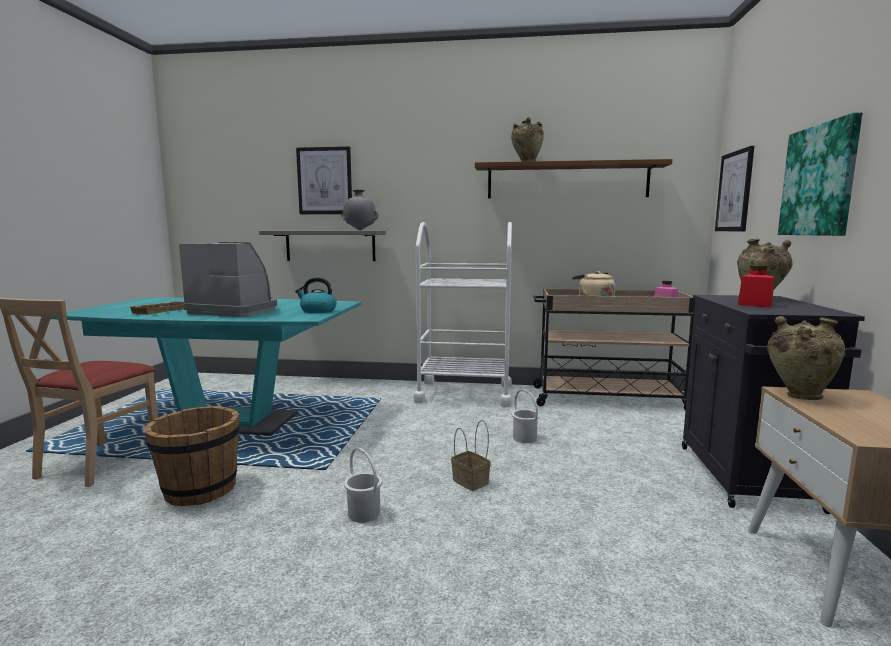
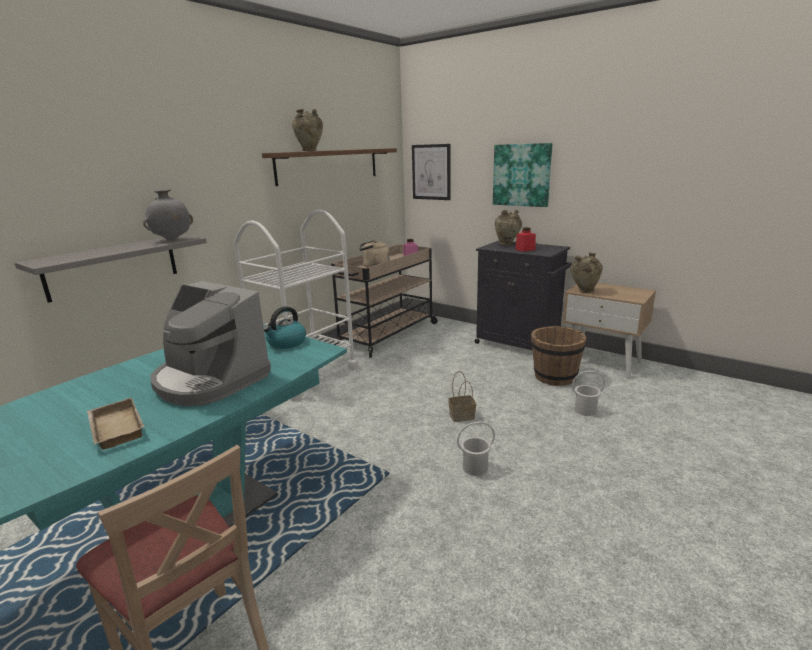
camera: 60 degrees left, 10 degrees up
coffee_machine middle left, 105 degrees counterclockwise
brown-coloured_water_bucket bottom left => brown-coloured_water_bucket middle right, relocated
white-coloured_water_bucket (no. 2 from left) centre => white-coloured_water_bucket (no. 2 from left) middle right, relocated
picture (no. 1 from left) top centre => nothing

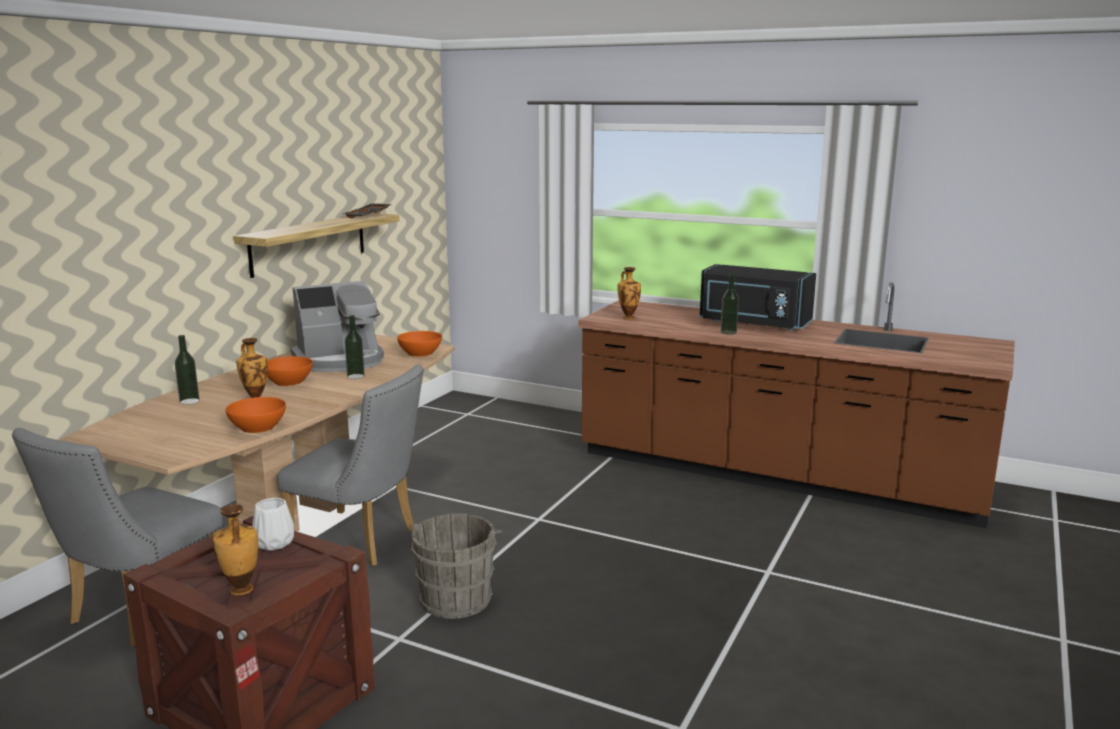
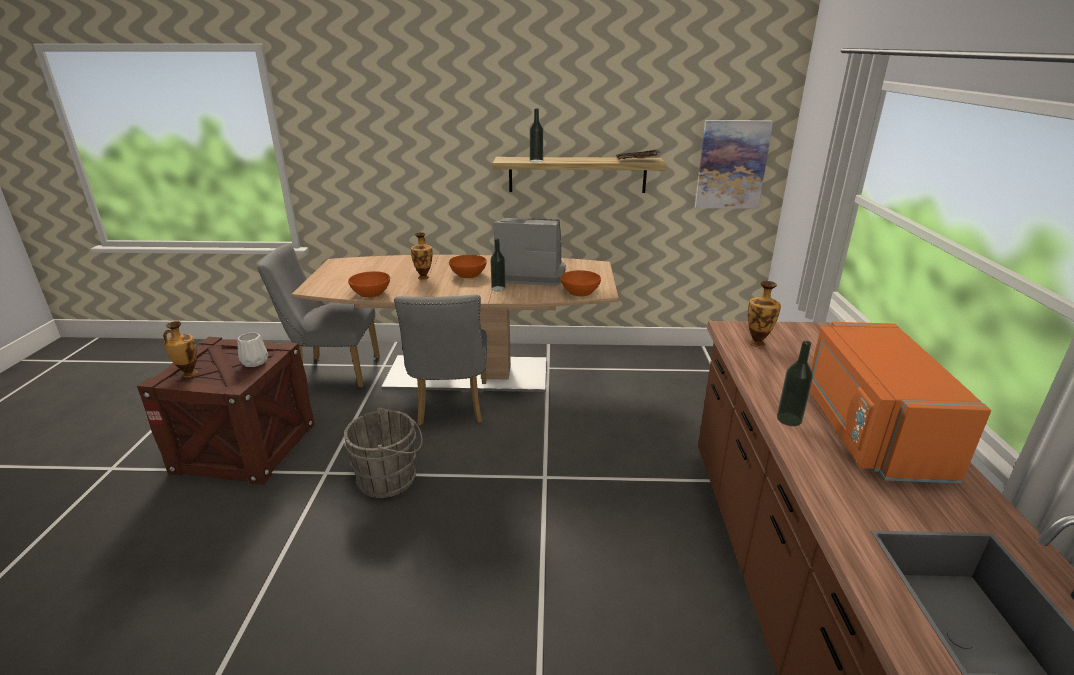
camera: 65 degrees right, 10 degrees up
coffee_machine middle left => coffee_machine centre, 150 degrees clockwise
beverage_bottle (no. 1 from left in the first image) middle left => beverage_bottle (no. 2 from left) top centre, relocated
nothing => picture top right
blackish_microwave_oven middle right => orange_microwave_oven middle right

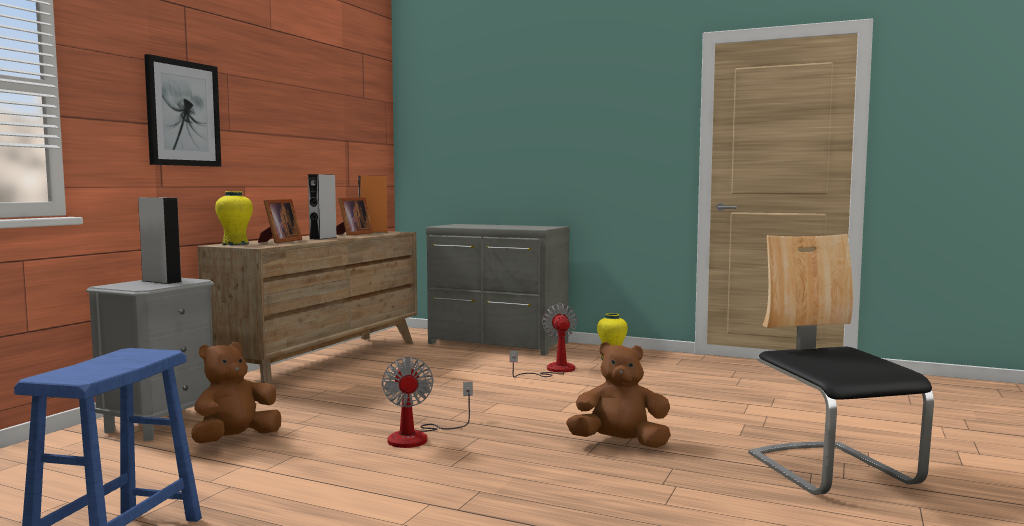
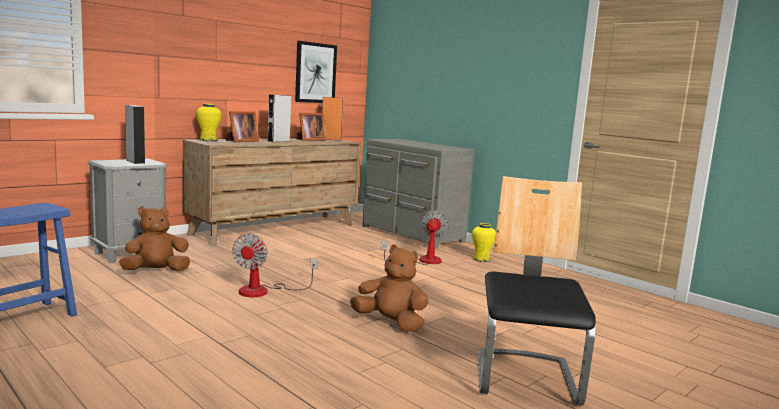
camera: 20 degrees right, 5 degrees up
picture top left => picture top centre, relocated

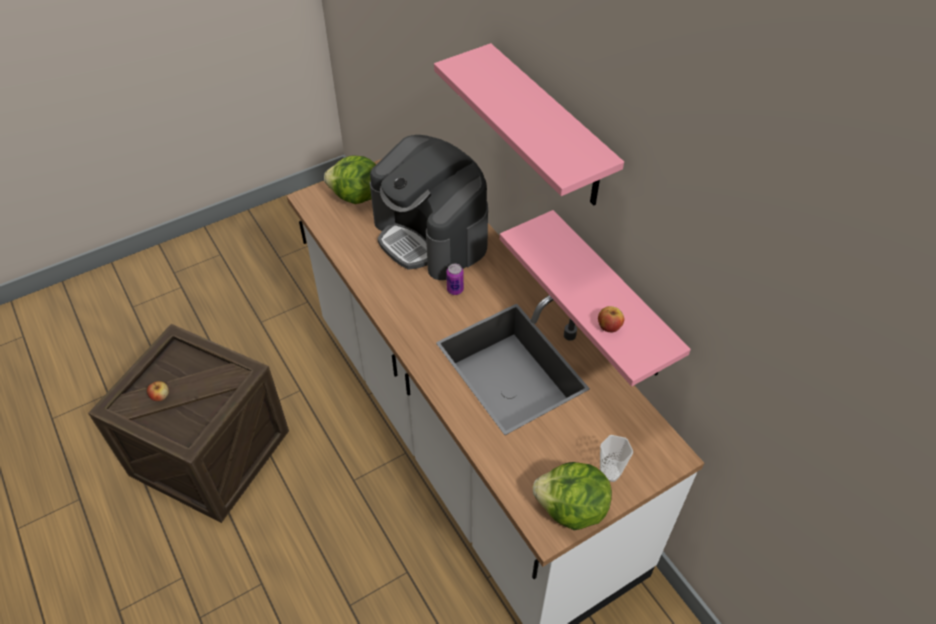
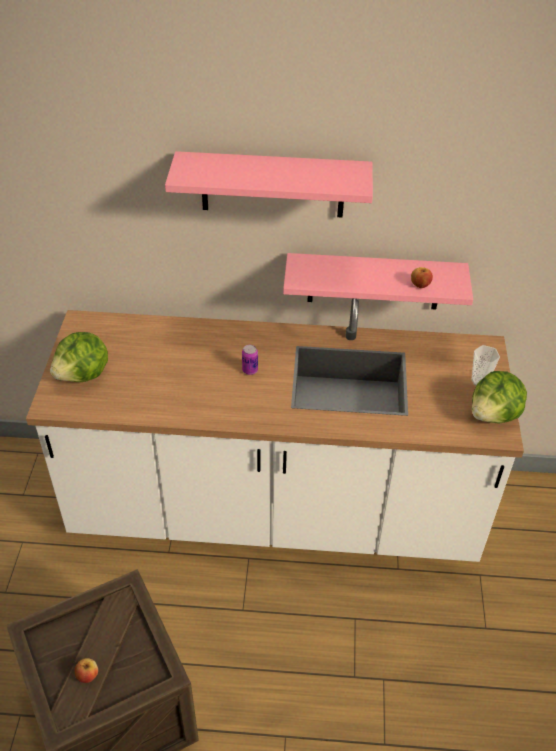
camera: 55 degrees left, 5 degrees down
coffee_machine top centre => nothing

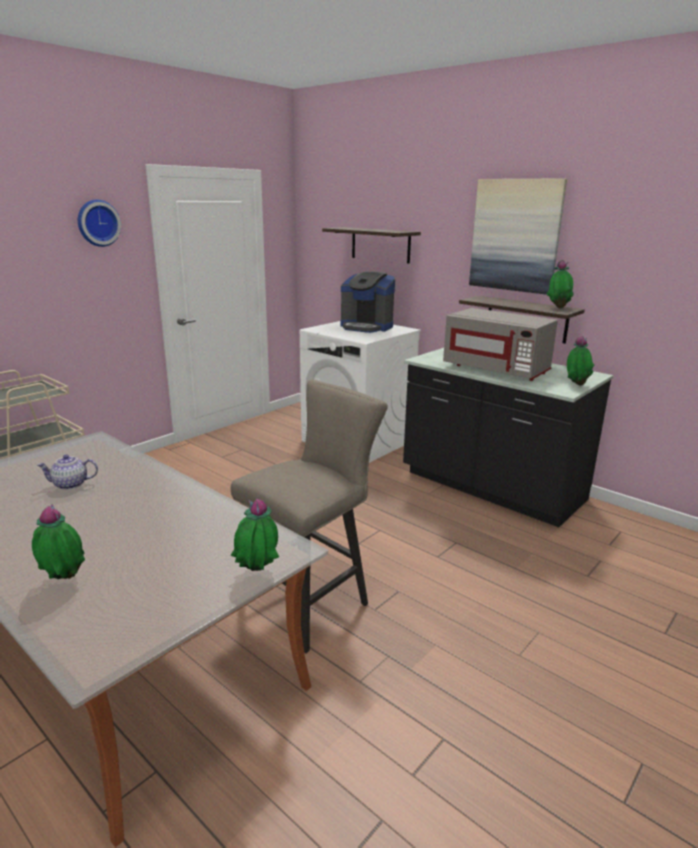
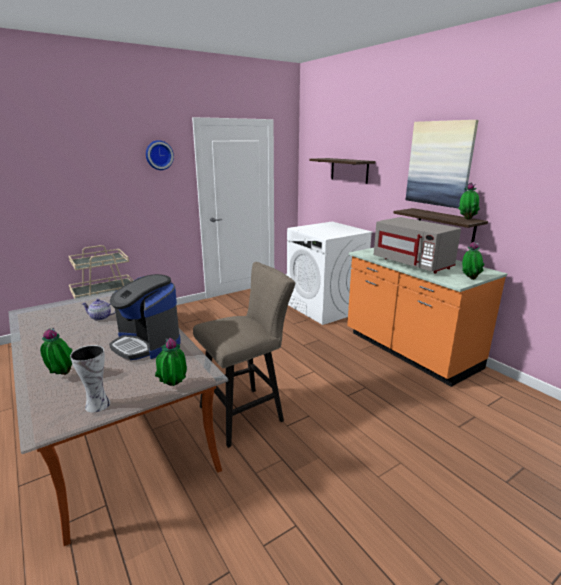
camera: 15 degrees right, 0 degrees up
nothing => flower_vase middle left
coffee_machine centre => coffee_machine middle left, relocated
blackish_kitchen_counter middle right => orange_kitchen_counter middle right

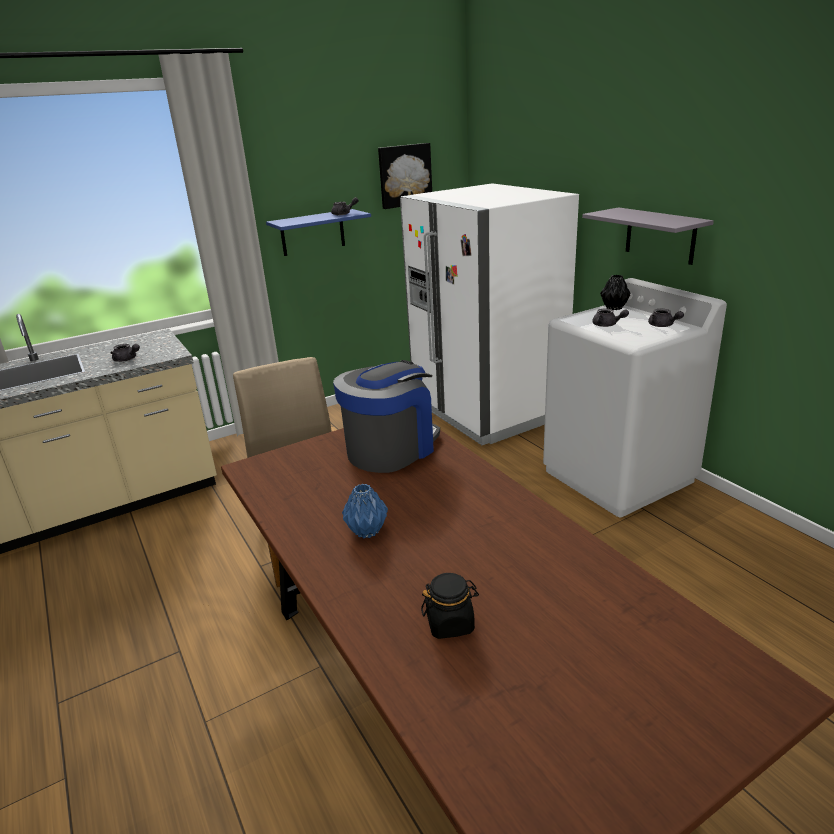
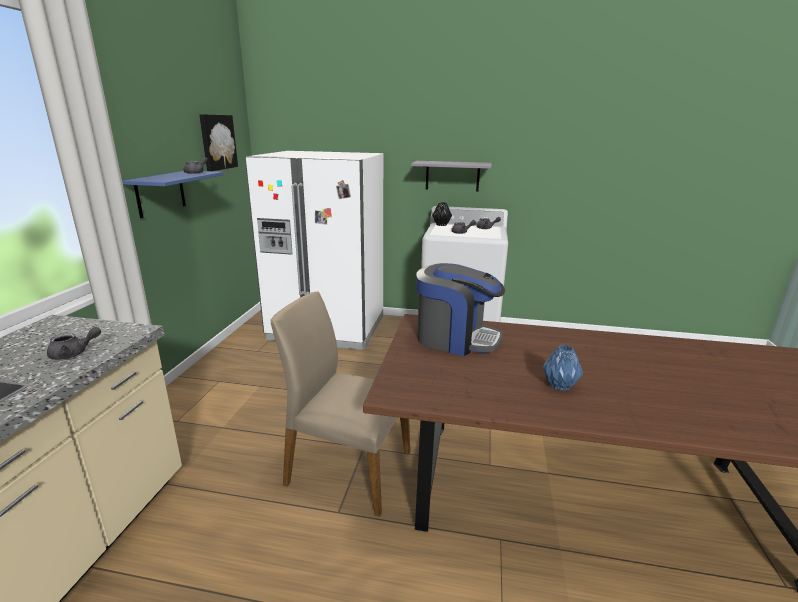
camera: 50 degrees left, 5 degrees down
coffee_machine centre, 120 degrees clockwise
blackish_preserve_jar bottom centre => nothing

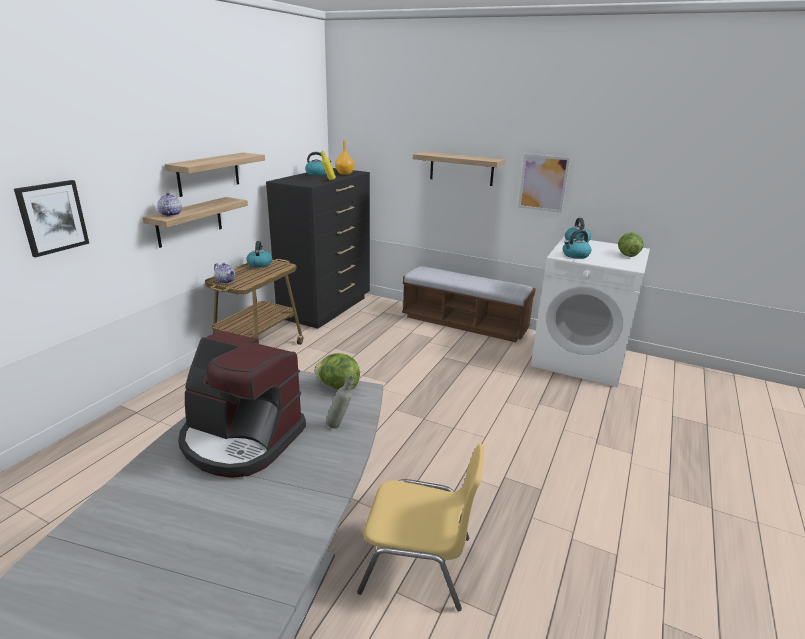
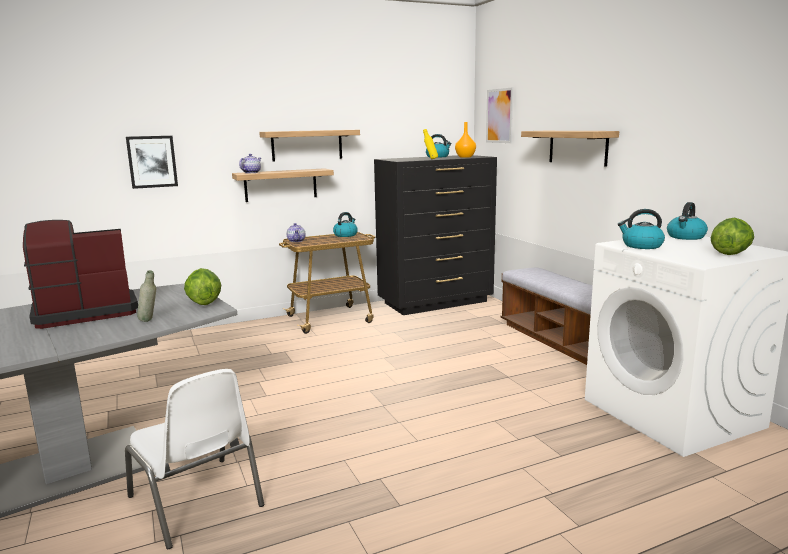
camera: 40 degrees right, 10 degrees down
coffee_machine middle left, 90 degrees clockwise
yellowish_upright_chair bottom centre => white-coloured_upright_chair bottom left
picture (no. 2 from left) top right => picture (no. 2 from left) top centre, relocated

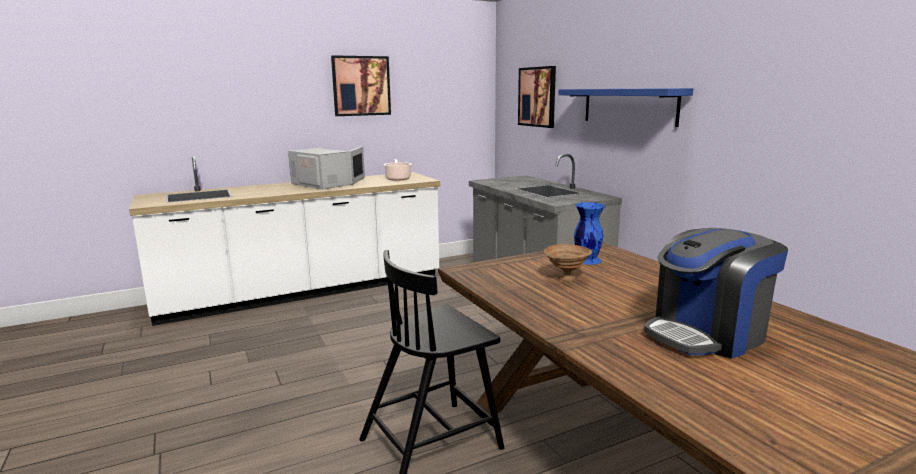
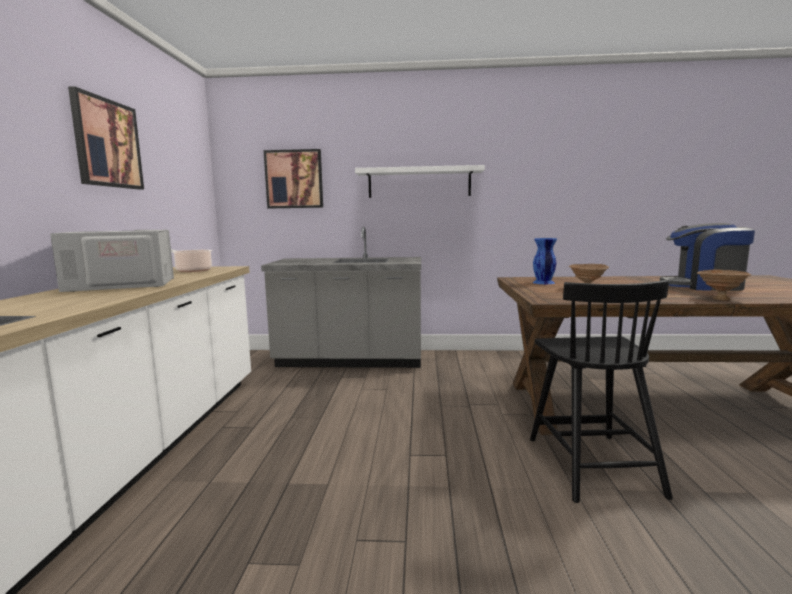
camera: 60 degrees left, 5 degrees down
blue-coloured_shelf top right => white-coloured_shelf top centre
coffee_machine middle right, 105 degrees clockwise
nothing => brown-coloured_bowl (no. 2 from left) middle right

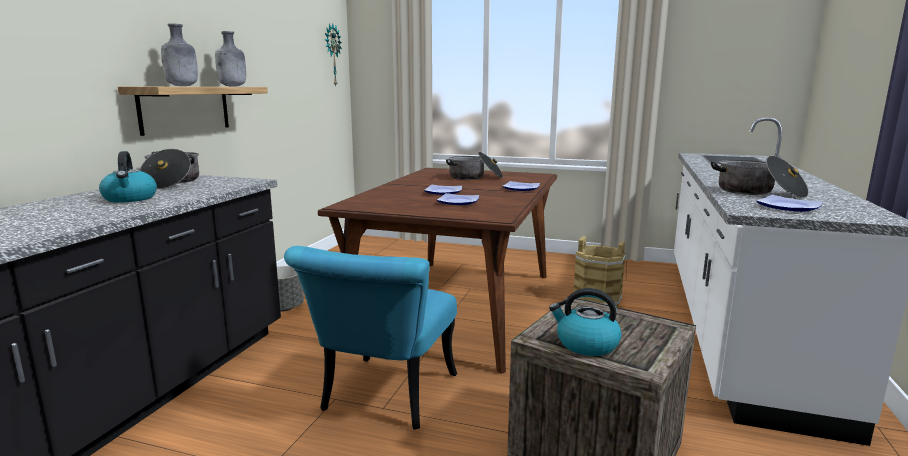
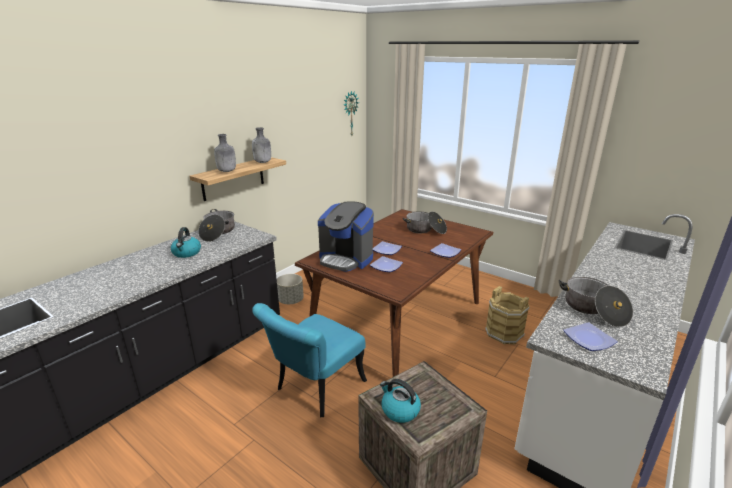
camera: 20 degrees right, 10 degrees up
nothing => coffee_machine centre

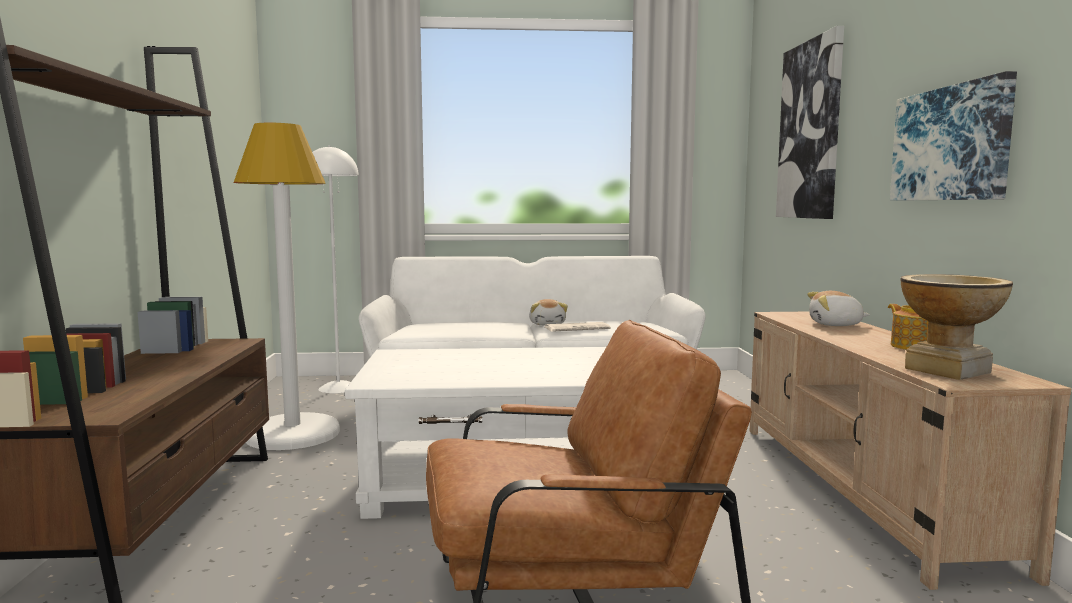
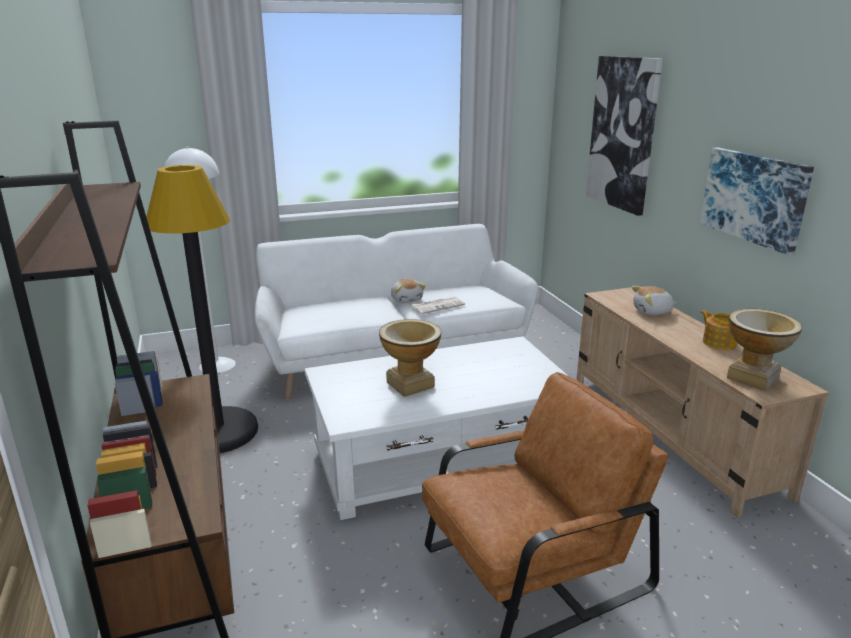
camera: 15 degrees left, 15 degrees up
white-coloured_standing_lamp (no. 1 from left) middle left => blackish_standing_lamp middle left
nothing => flower_vase (no. 1 from left) centre

